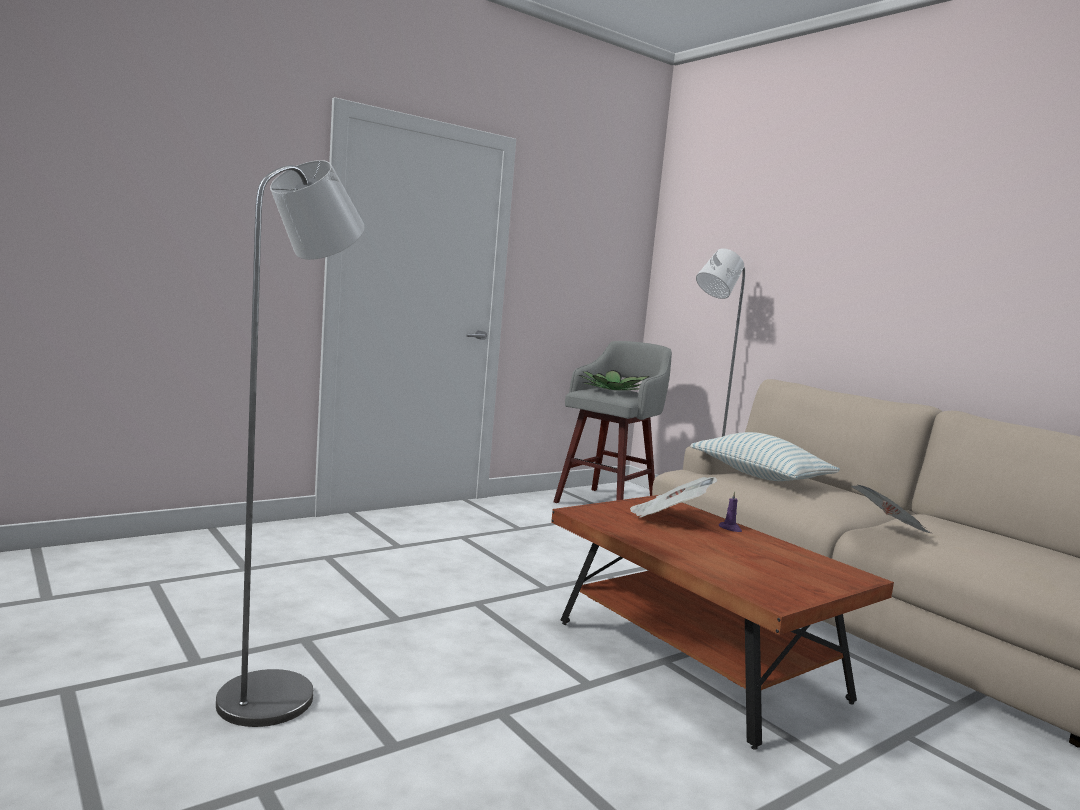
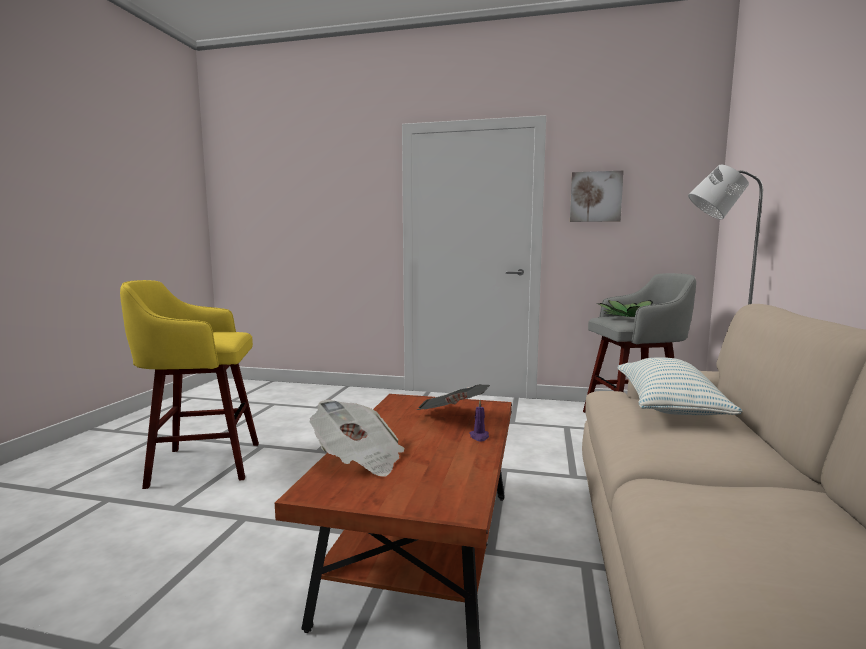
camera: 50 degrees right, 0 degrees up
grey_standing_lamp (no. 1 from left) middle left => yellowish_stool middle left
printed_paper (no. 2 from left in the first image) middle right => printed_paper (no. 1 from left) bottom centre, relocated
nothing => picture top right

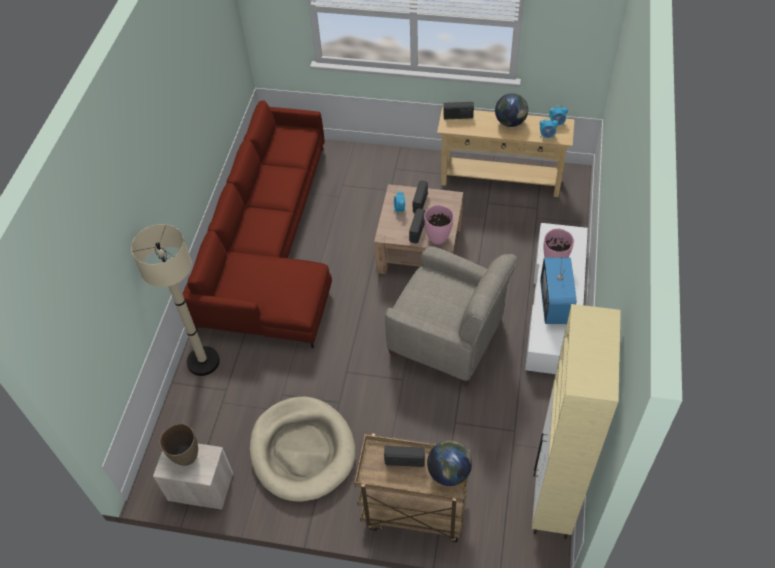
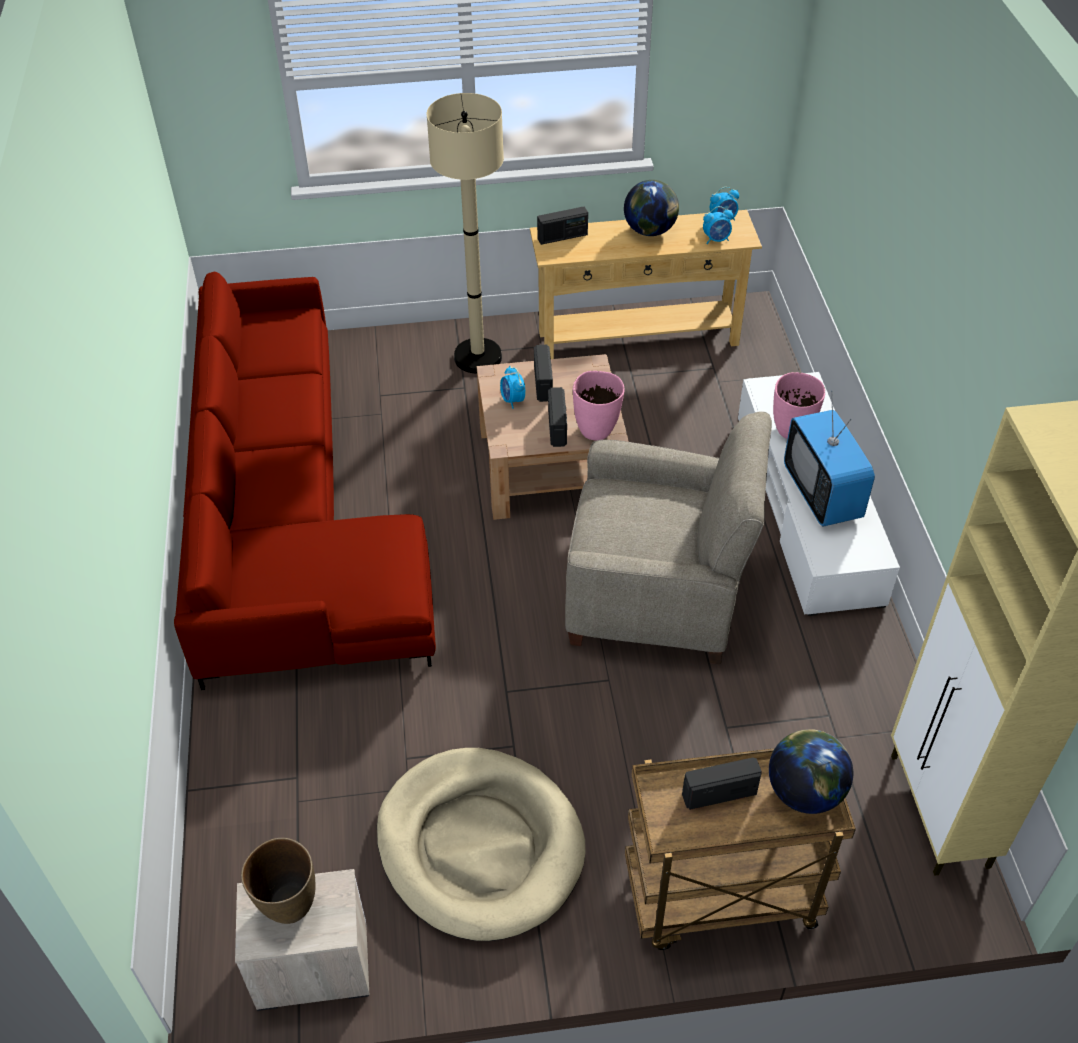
camera: 20 degrees left, 5 degrees down
sand-coloured_standing_lamp middle left => sand-coloured_standing_lamp top centre, relocated

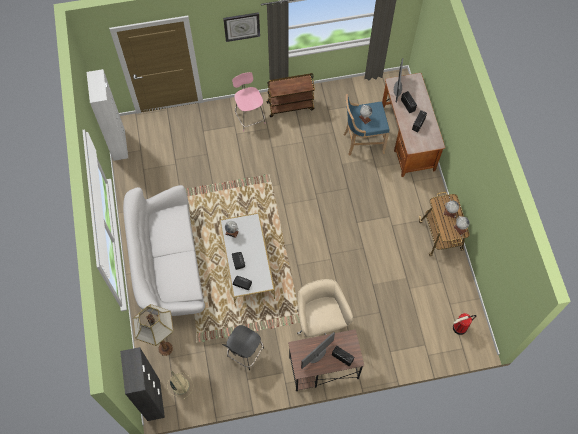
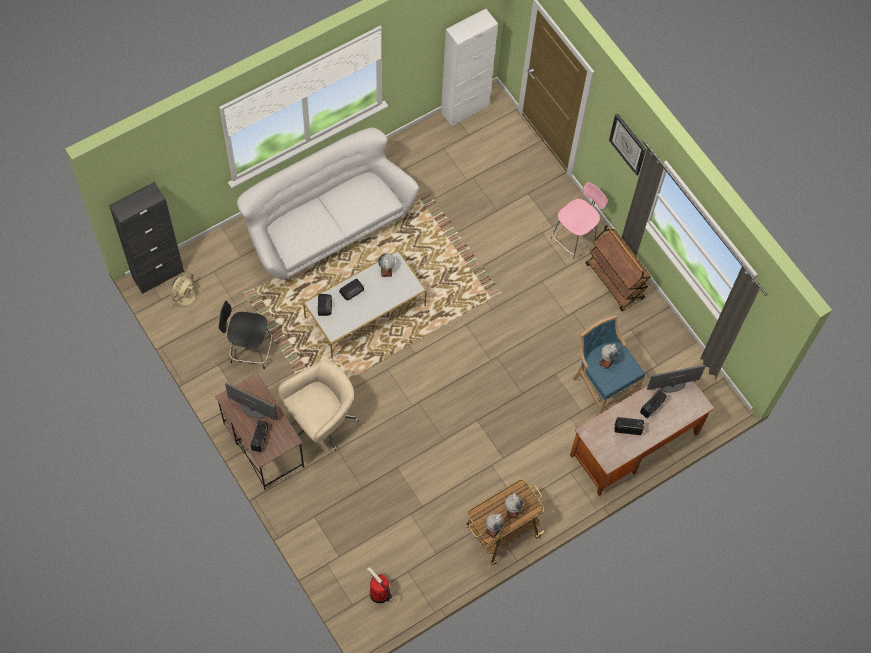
camera: 65 degrees right, 0 degrees up
standing_lamp bottom left => nothing

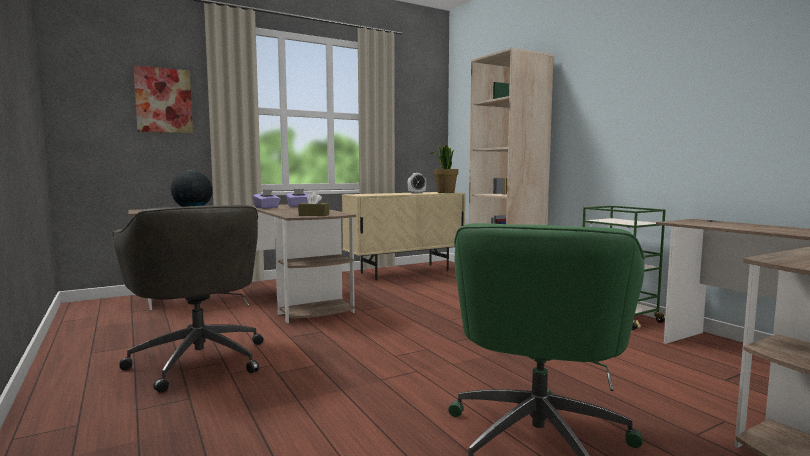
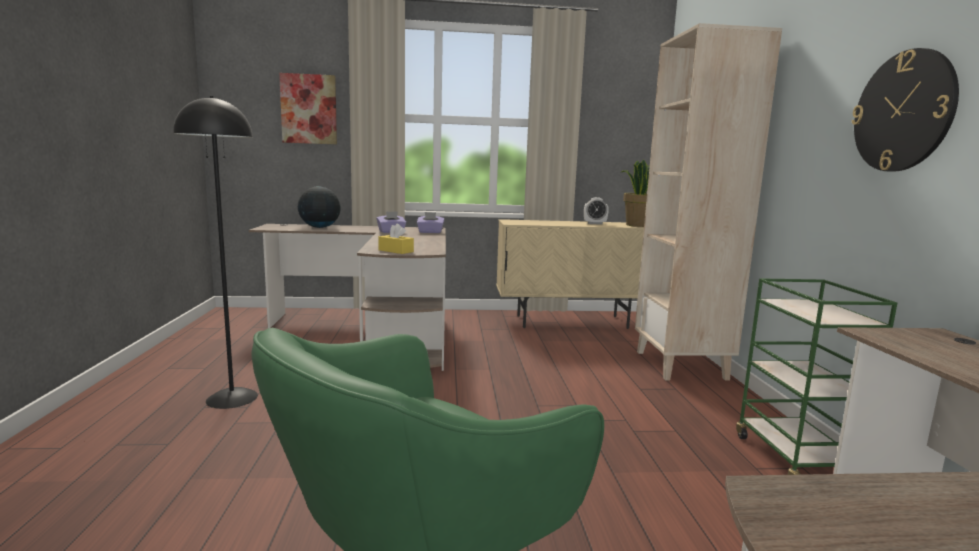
camera: 25 degrees right, 5 degrees up
grey_office_chair middle left => blackish_standing_lamp middle left
brown-coloured_tissue_box centre => yellowish_tissue_box centre
nothing => clock_on_the_wall top right

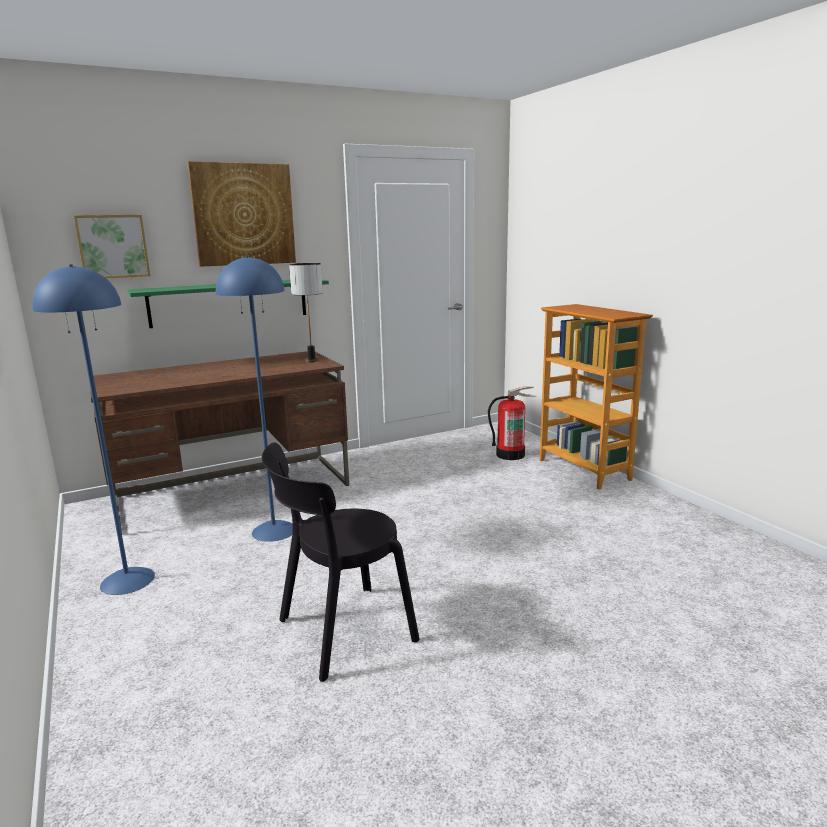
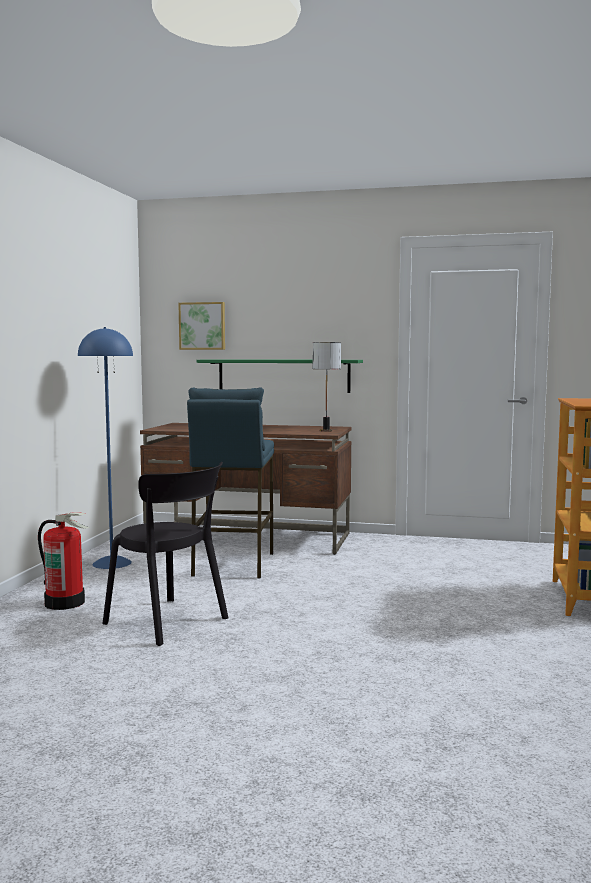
camera: 40 degrees right, 10 degrees down
extinguisher centre => extinguisher middle left, relocated
blackish_upright_chair bottom centre => blackish_upright_chair middle left, 150 degrees counterclockwise
blue-coloured_standing_lamp (no. 2 from left) middle left => blue-coloured_stool centre
picture (no. 2 from left) top left => nothing

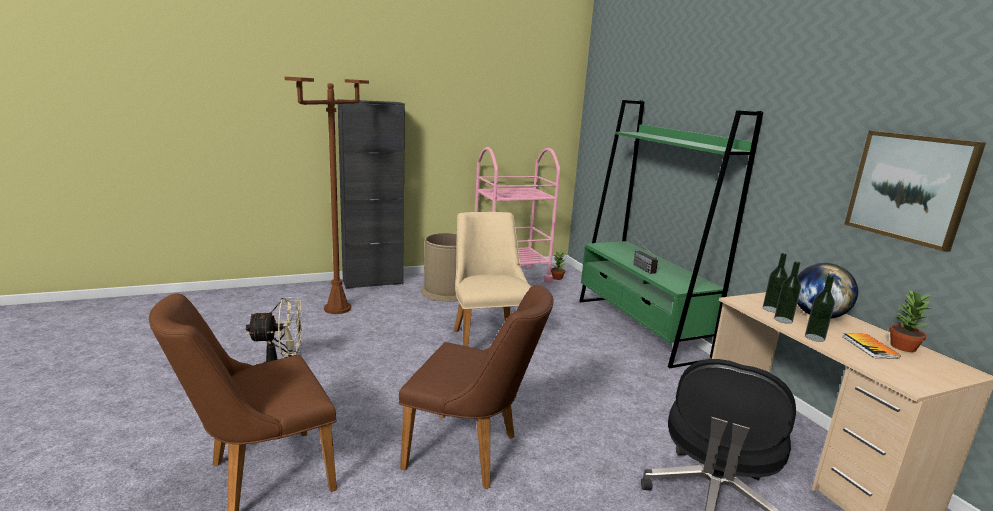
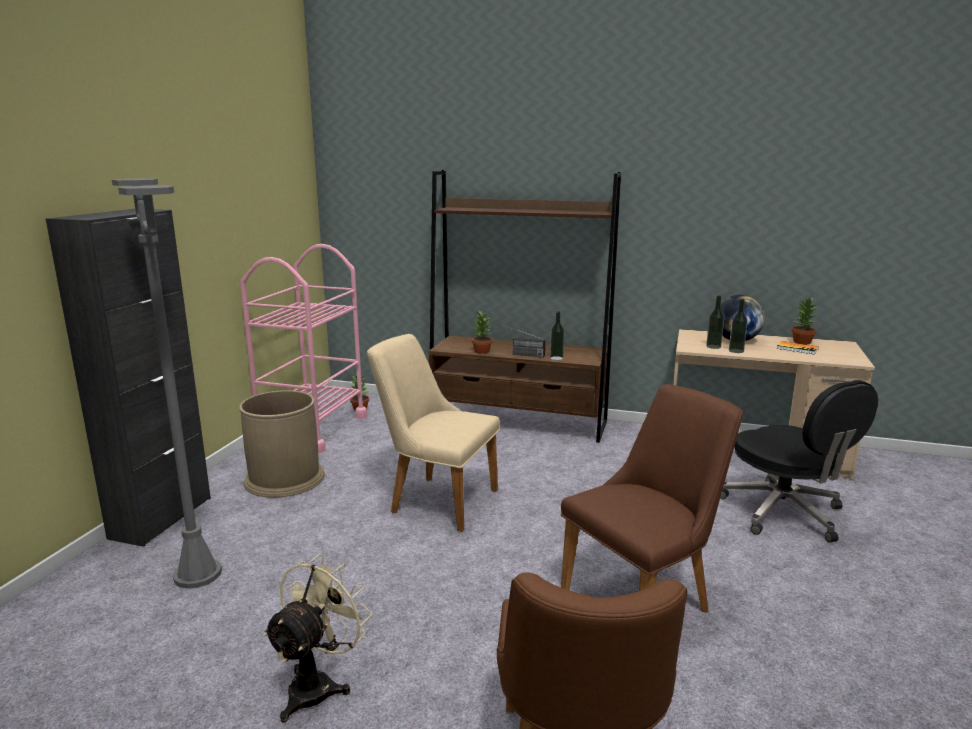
camera: 50 degrees left, 0 degrees up
brown-coloured_standing_lamp middle left => grey_standing_lamp middle left
greenish_bookcase middle right => brown-coloured_bookcase centre
nothing => houseplant (no. 2 from left) centre
beverage_bottle (no. 3 from left in the first image) middle right => beverage_bottle (no. 1 from left) centre, relocated
picture middle right => nothing

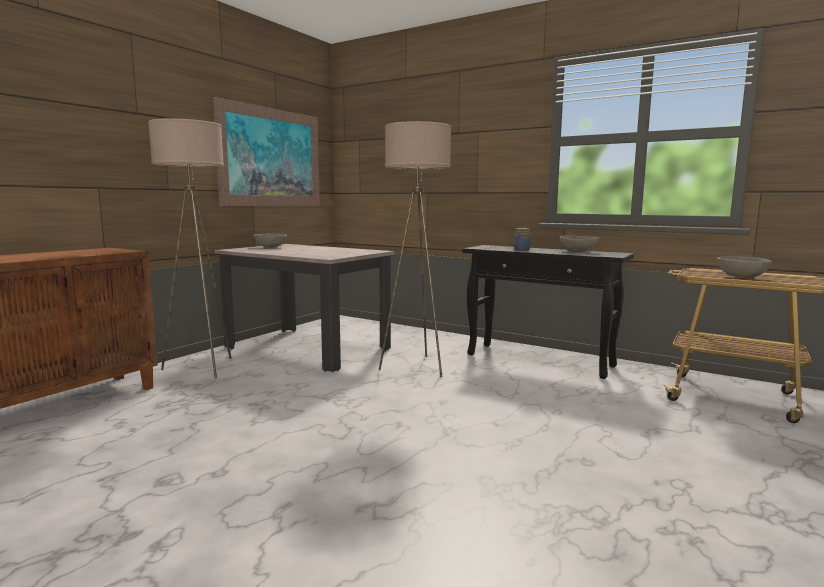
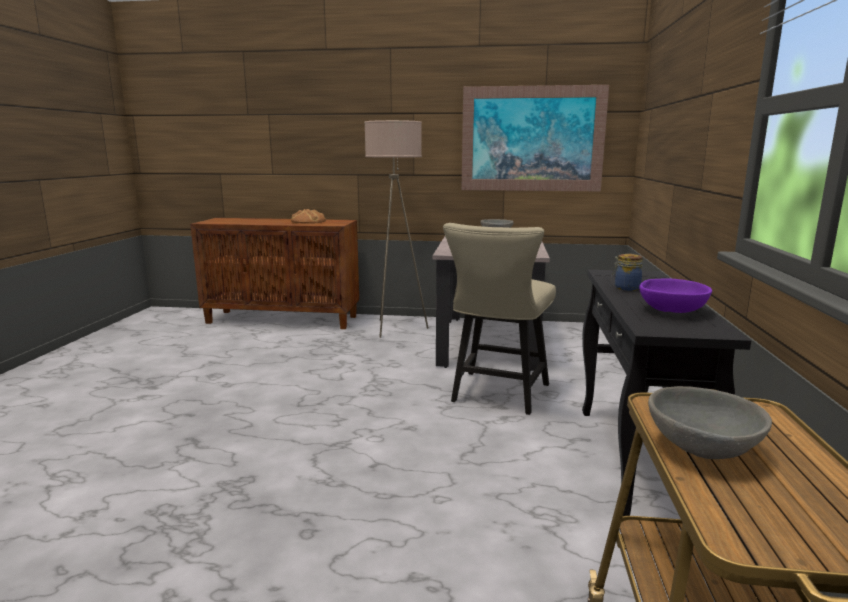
camera: 65 degrees right, 5 degrees up
nothing => baked_bread centre
sand-coloured_standing_lamp (no. 2 from left) centre => sand-coloured_upright_chair centre
grey_bowl (no. 2 from left) middle right => purple-coloured_bowl middle right

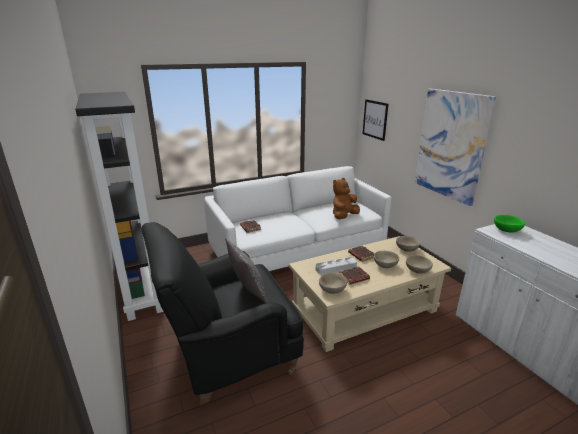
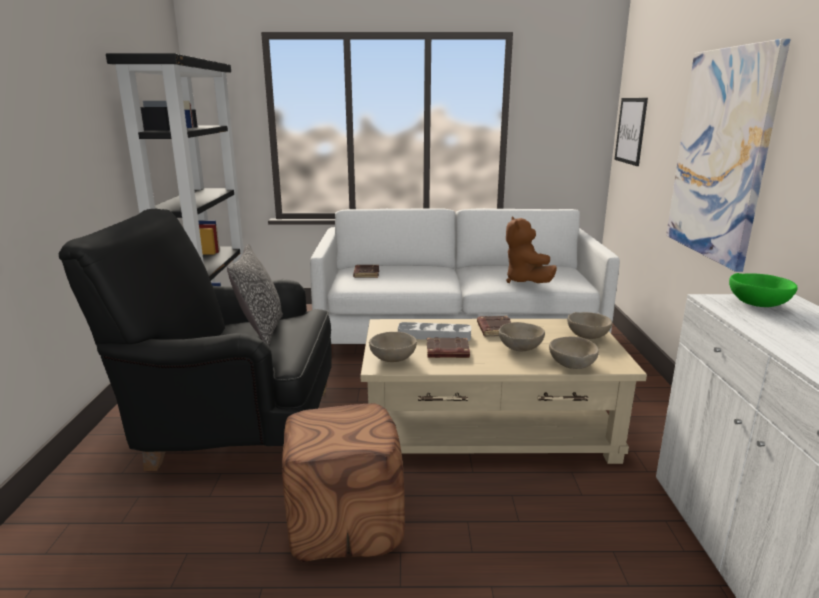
camera: 25 degrees right, 5 degrees down
nothing => brown-coloured_pouffe bottom centre
brown-coloured_soft_toy centre, 75 degrees counterclockwise

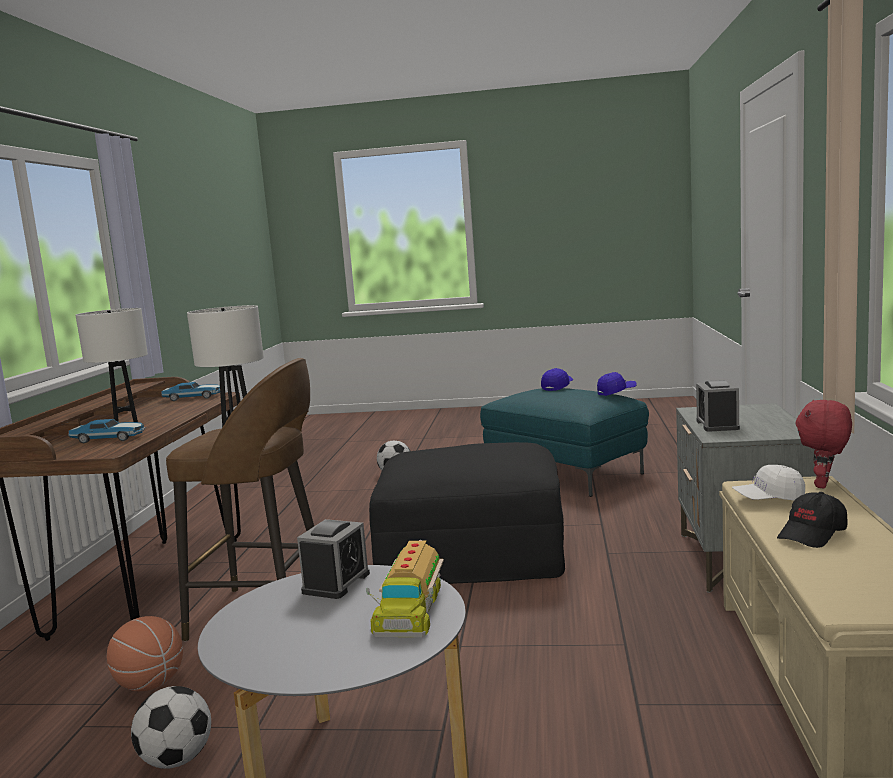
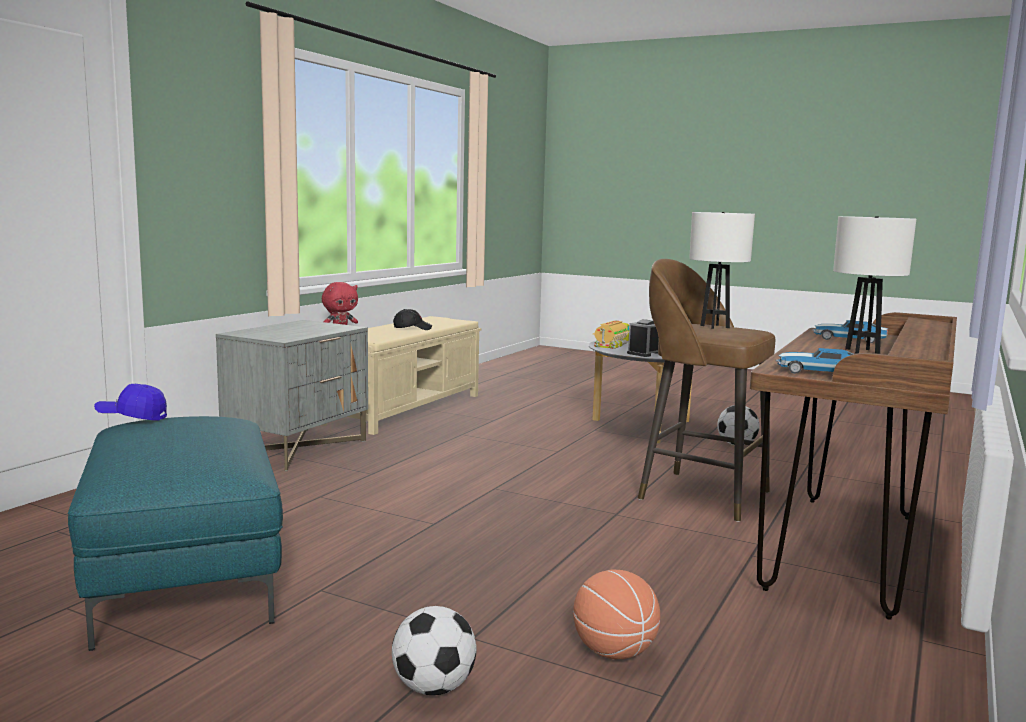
camera: 160 degrees left, 0 degrees up
basketball_ball bottom left => basketball_ball bottom centre, relocated
blackish_pouffe centre => nothing
blue-coloured_peaked_cap (no. 1 from left) centre => nothing
table_clock (no. 2 from left) middle right => nothing
white-coloured_peaked_cap middle right => nothing

